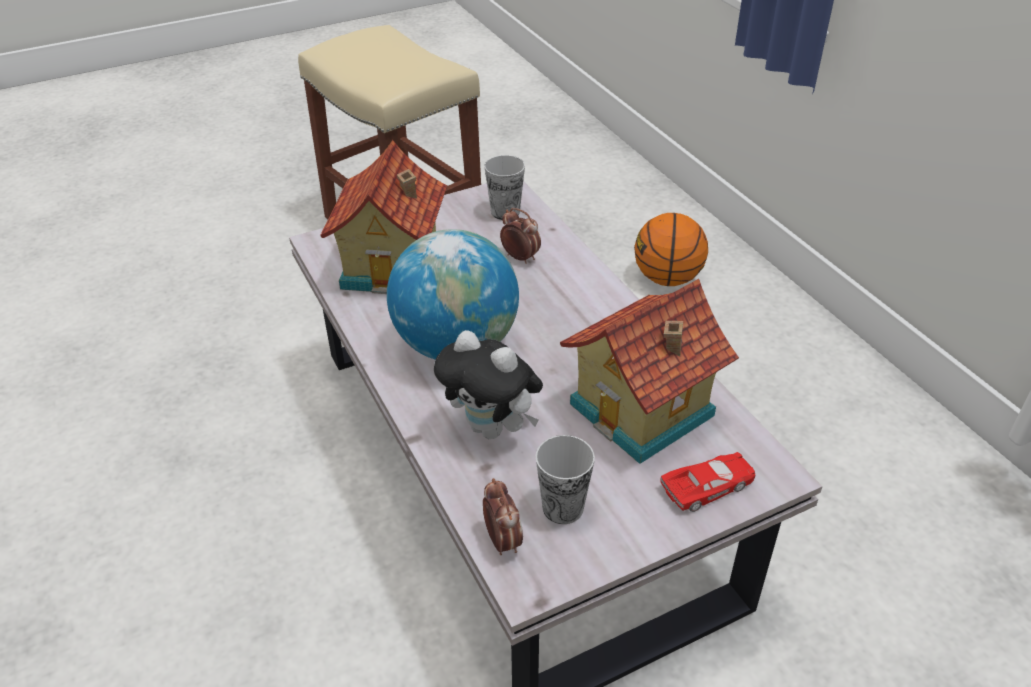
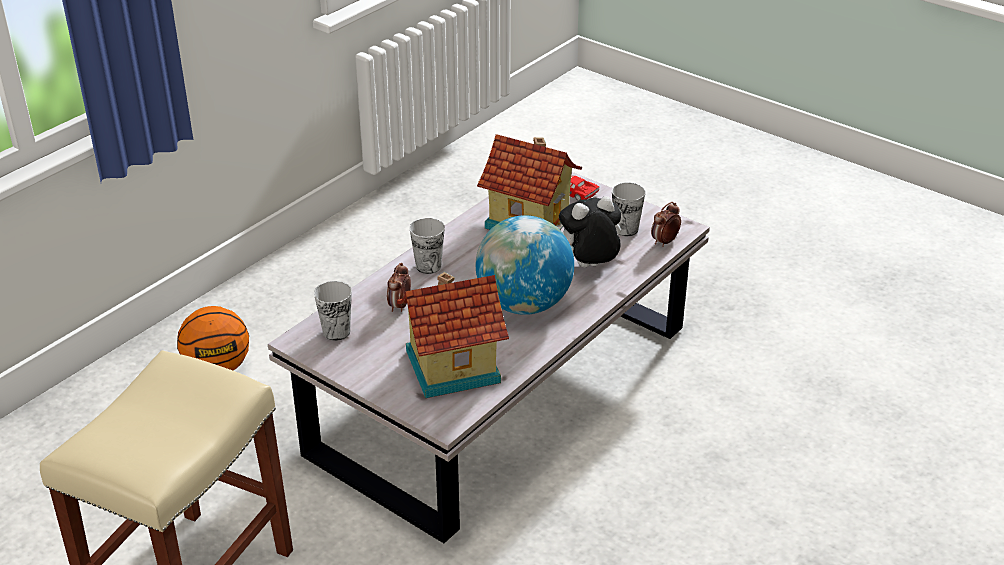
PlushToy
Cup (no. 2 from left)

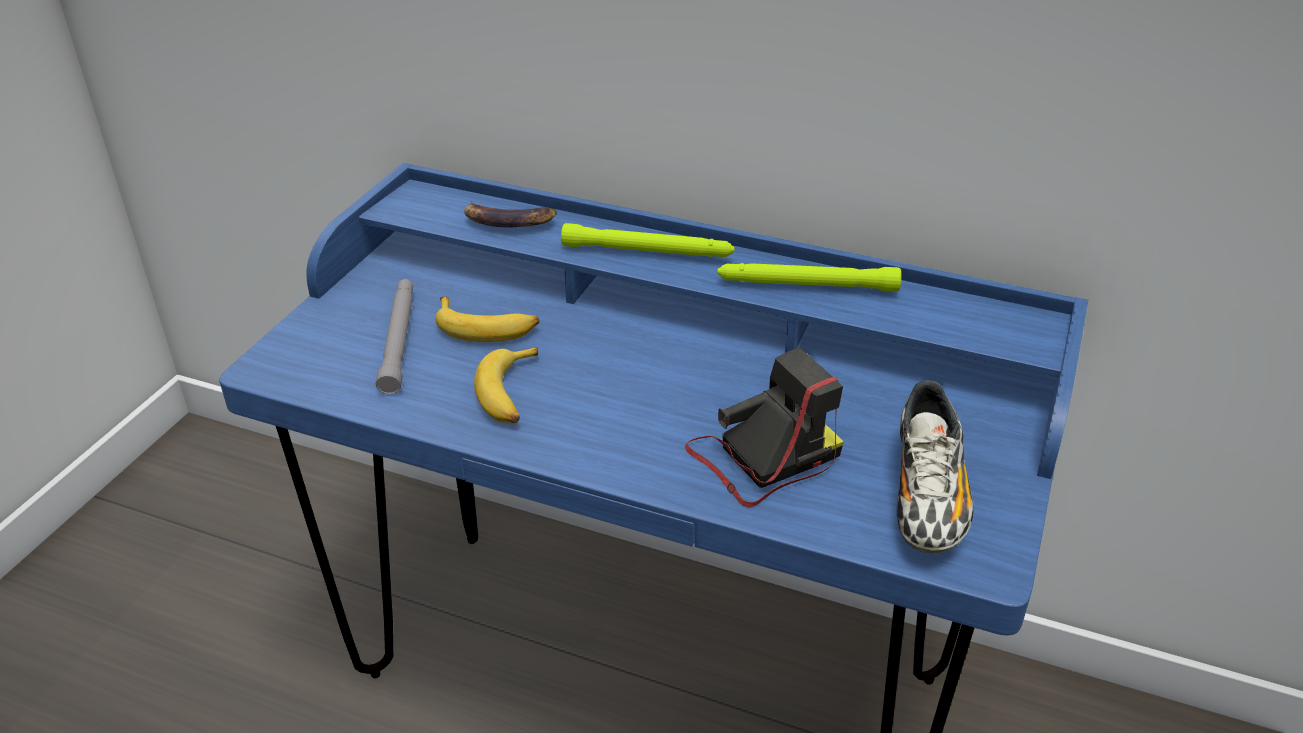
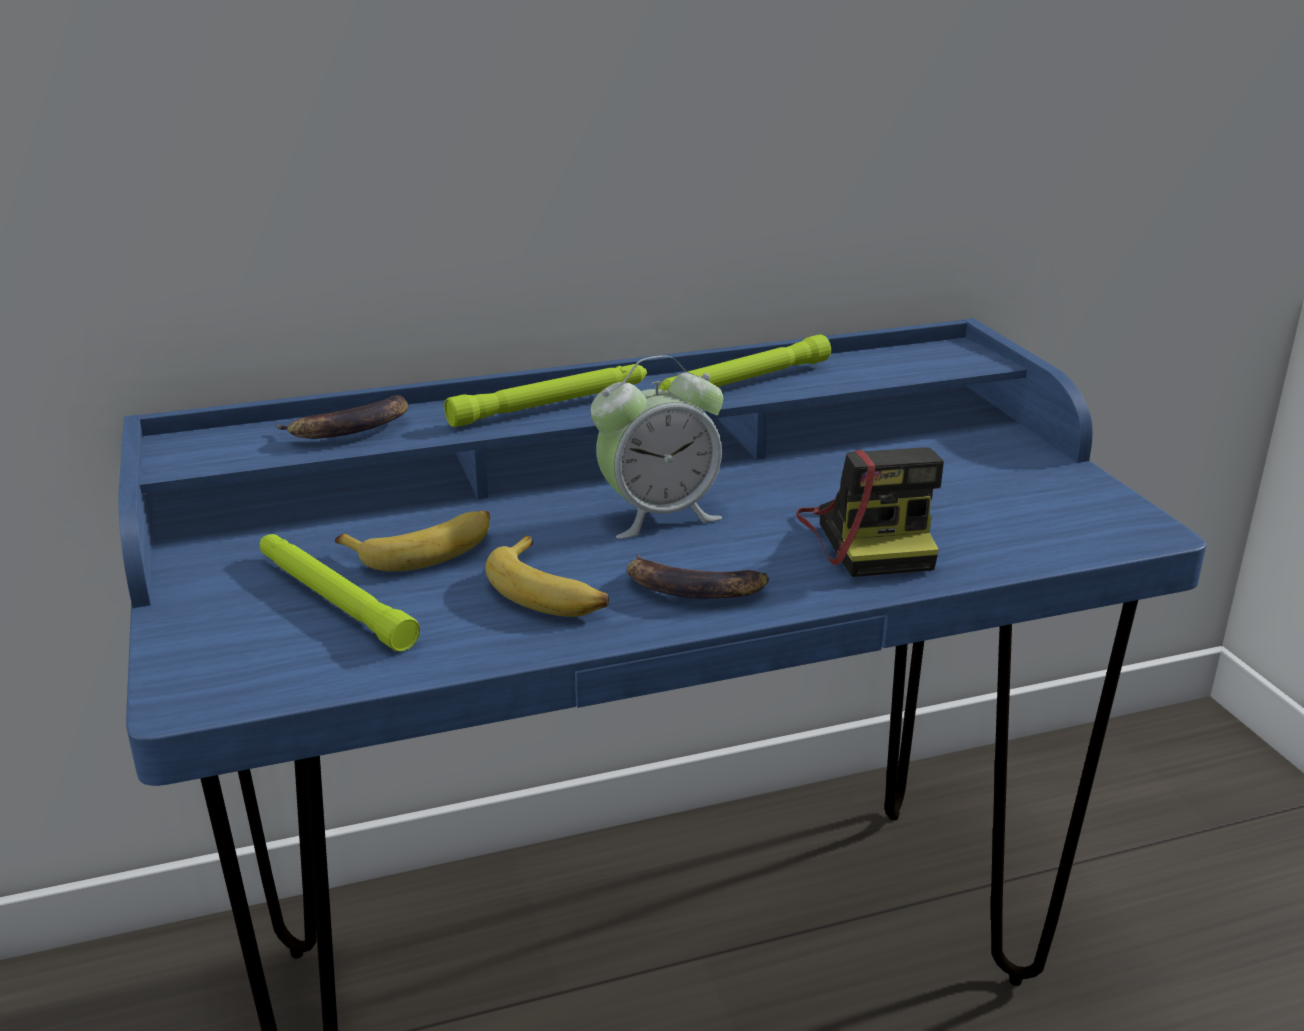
GreenFlashlight (no. 1 from left)
PhotoCamera
Shoe
AlarmClock
Banana (no. 4 from left)

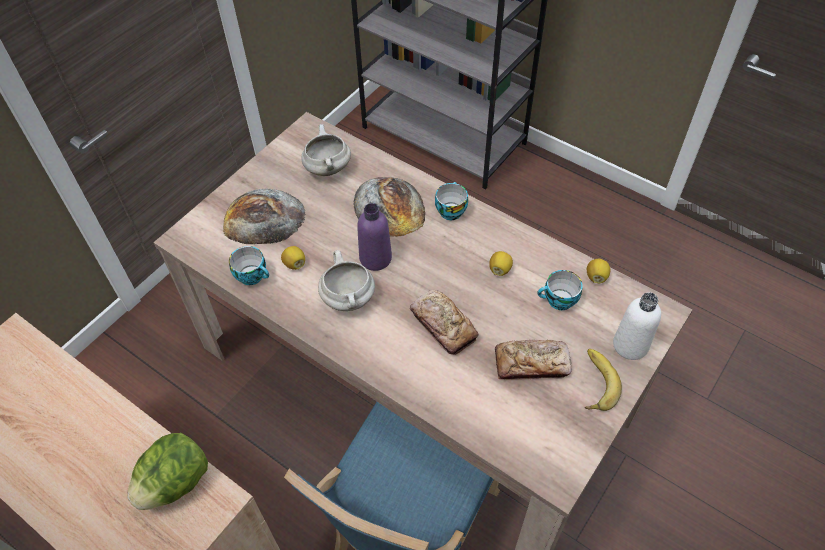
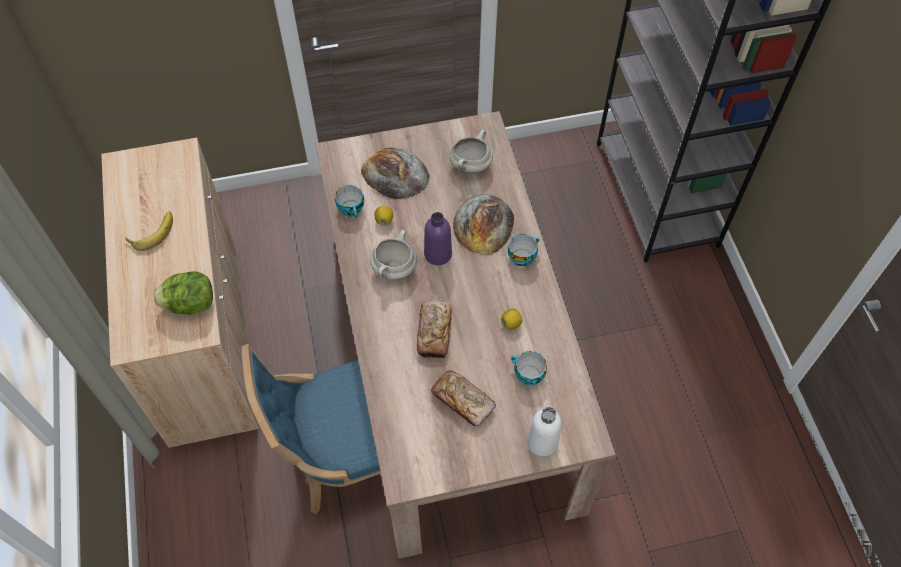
Banana
Lemon (no. 3 from left in the first image)

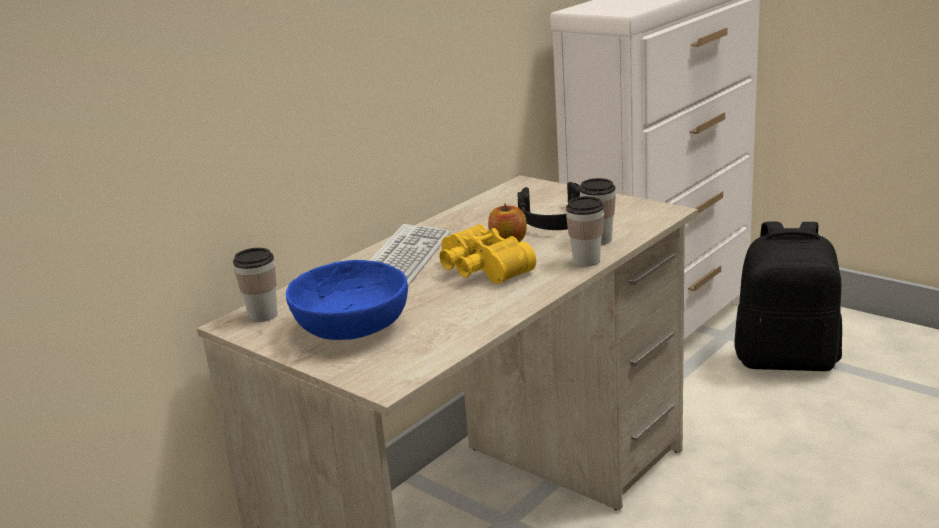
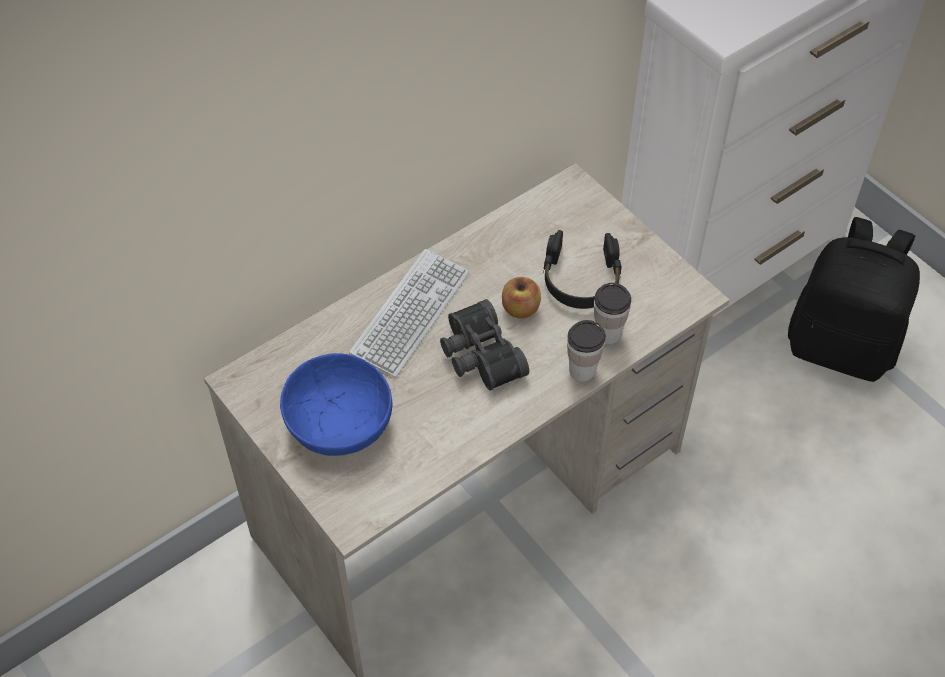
Cup (no. 1 from left in the first image)
BlackBinoculars

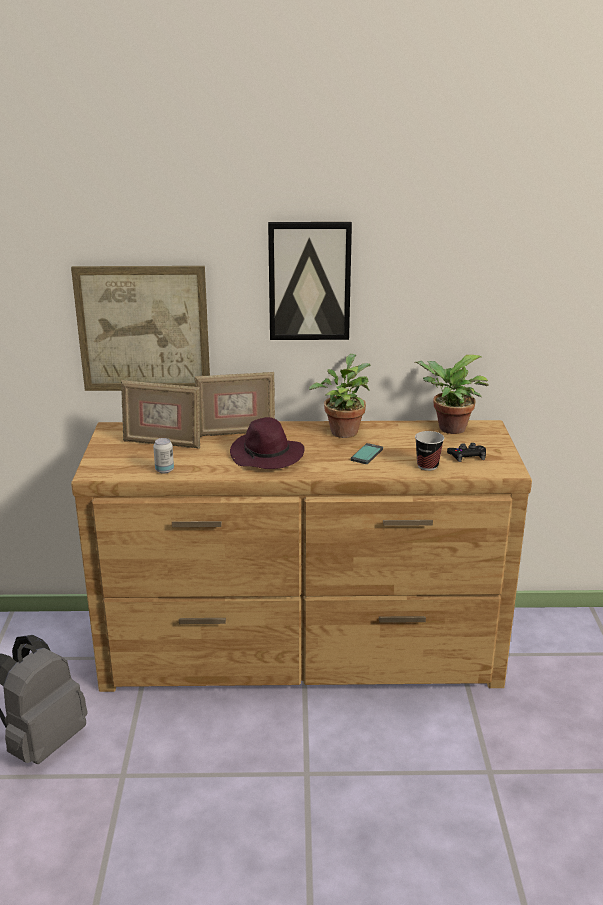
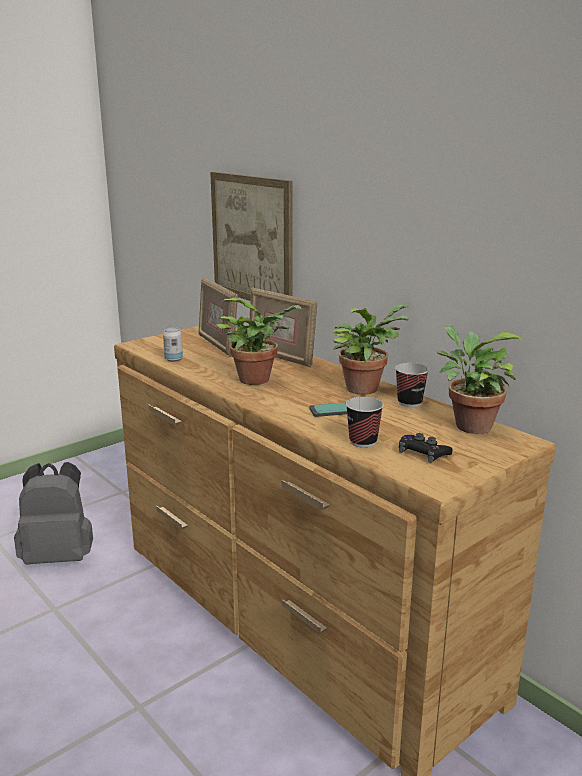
PottedPlant (no. 1 from left)
Picture (no. 2 from left in the first image)
Cup (no. 2 from left)

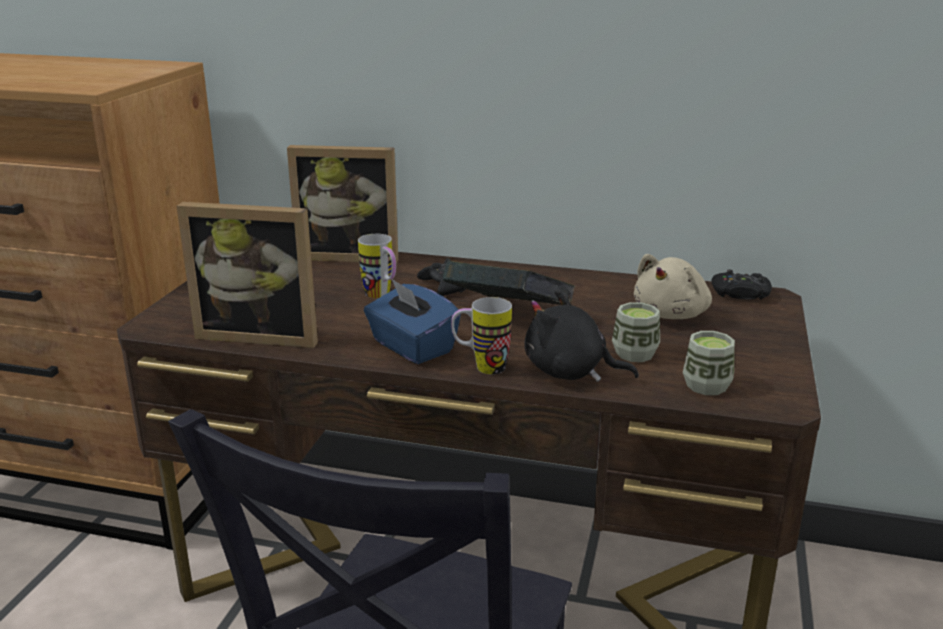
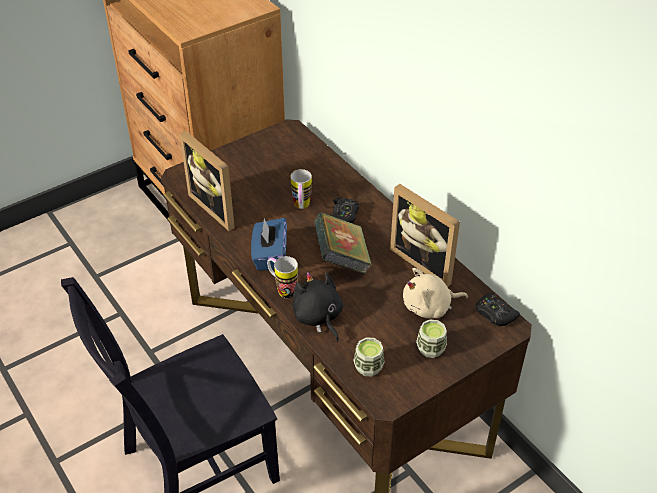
PictureFrame (no. 2 from left)
Cup (no. 2 from left)

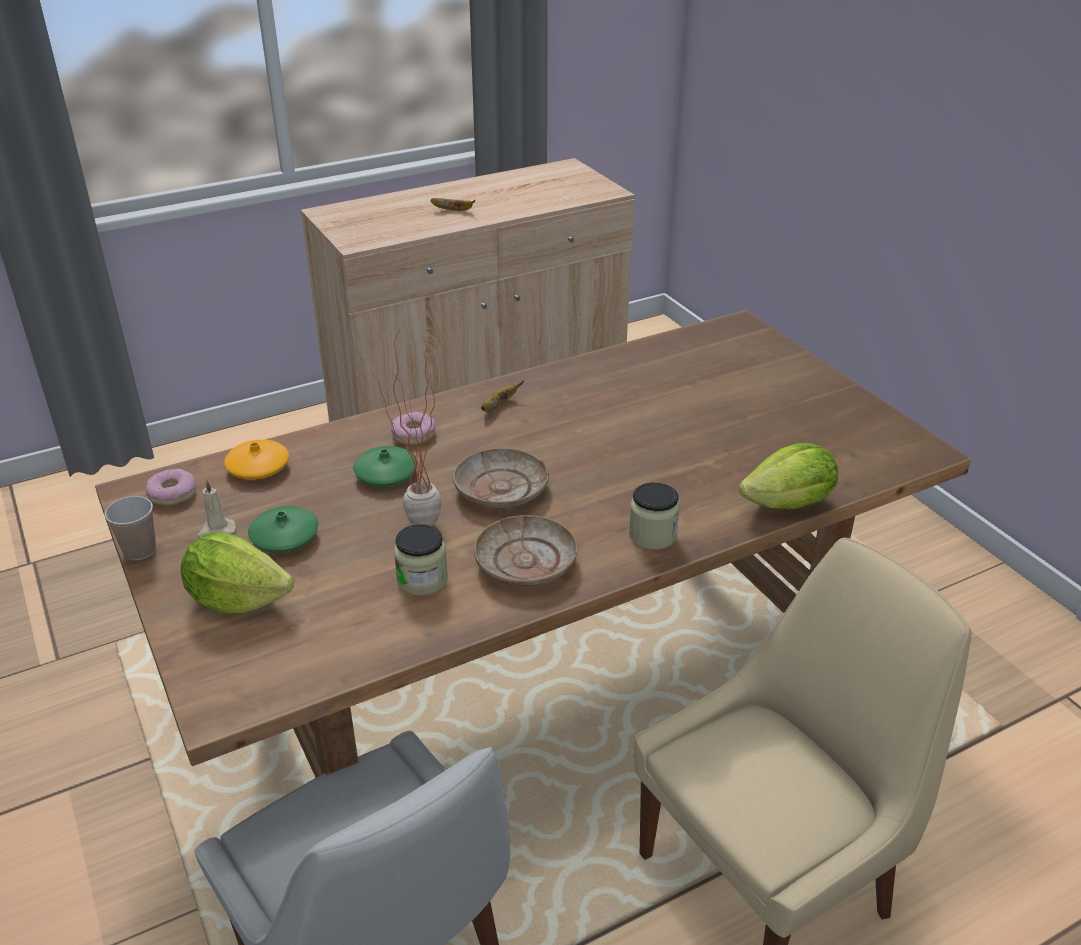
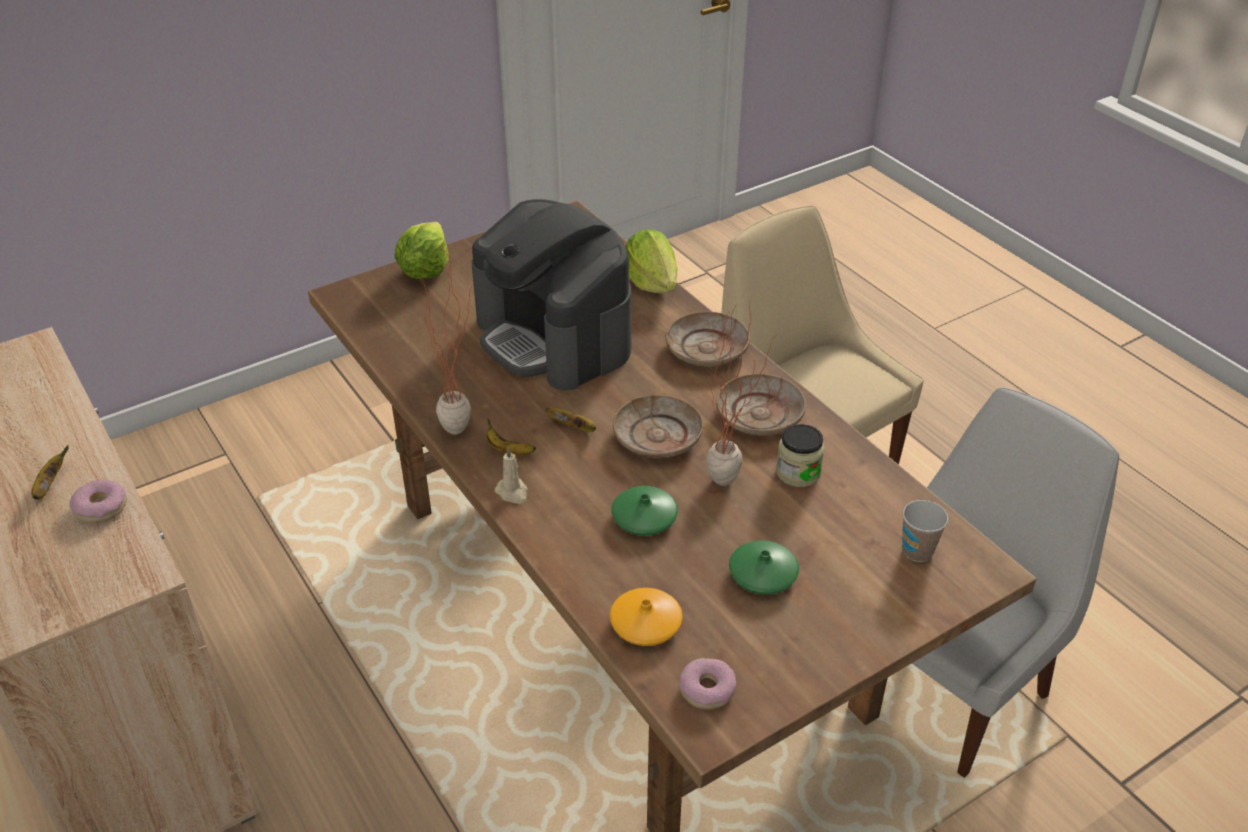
Cup
Lettuce (no. 1 from left)
BeigeCandle
Donut (no. 1 from left)
BeigePlate (no. 2 from left)
PottedPlant (no. 1 from left)
CoffeeMachine
Banana (no. 3 from left)

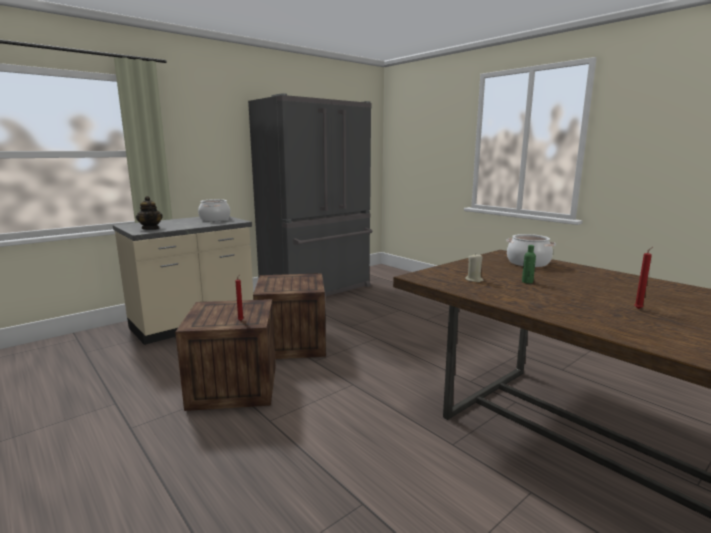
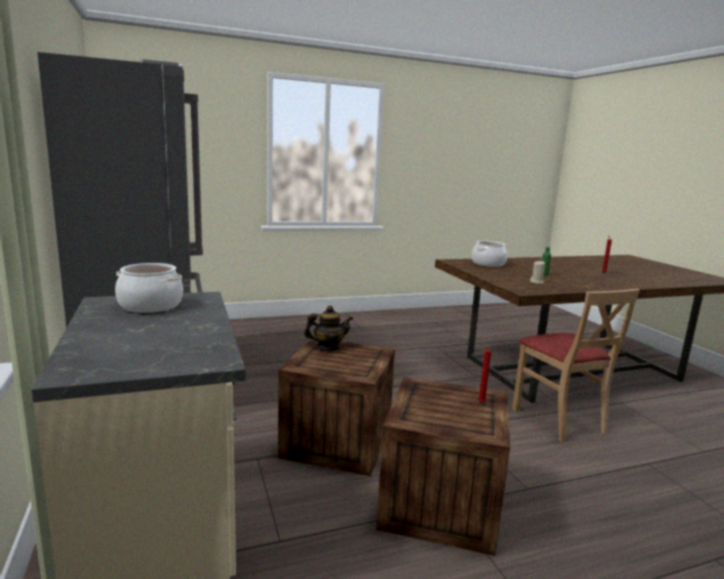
Teapot
BeigeChair

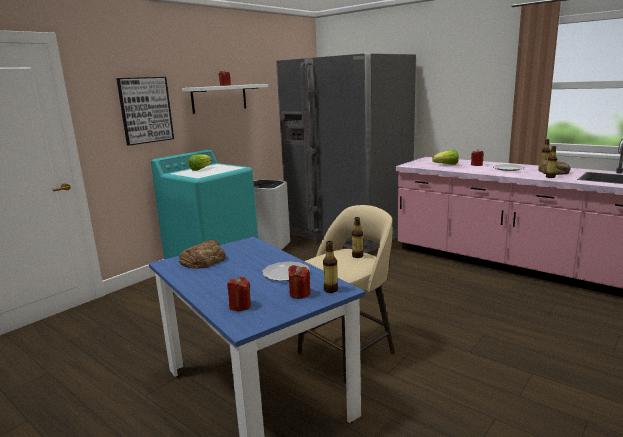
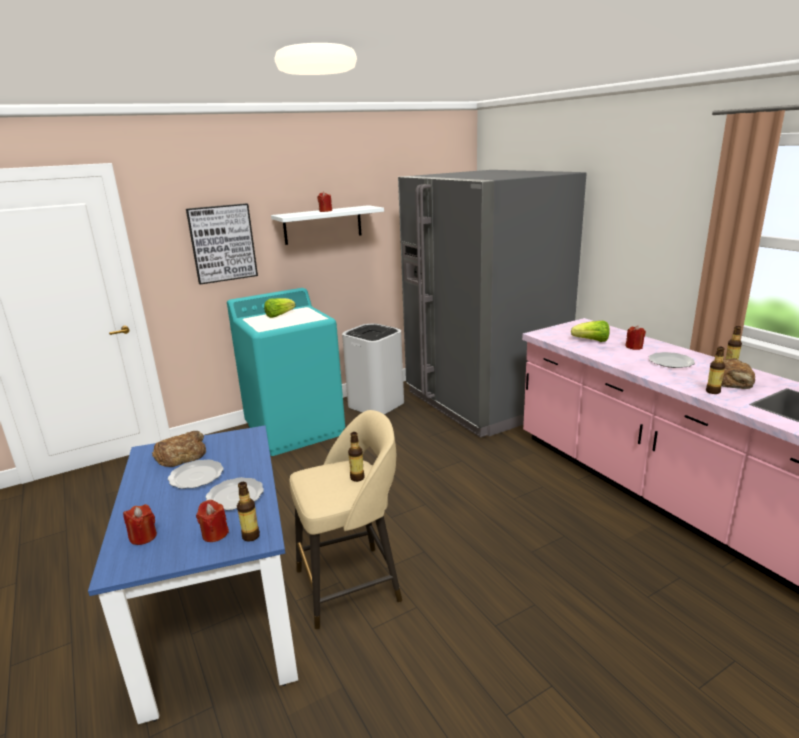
Plate (no. 1 from left)

